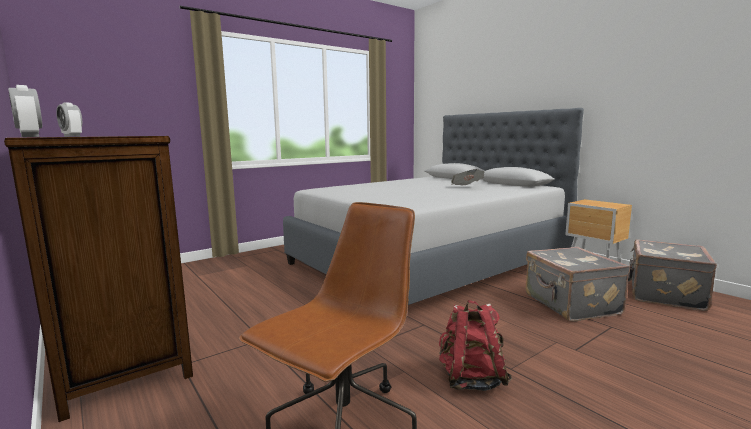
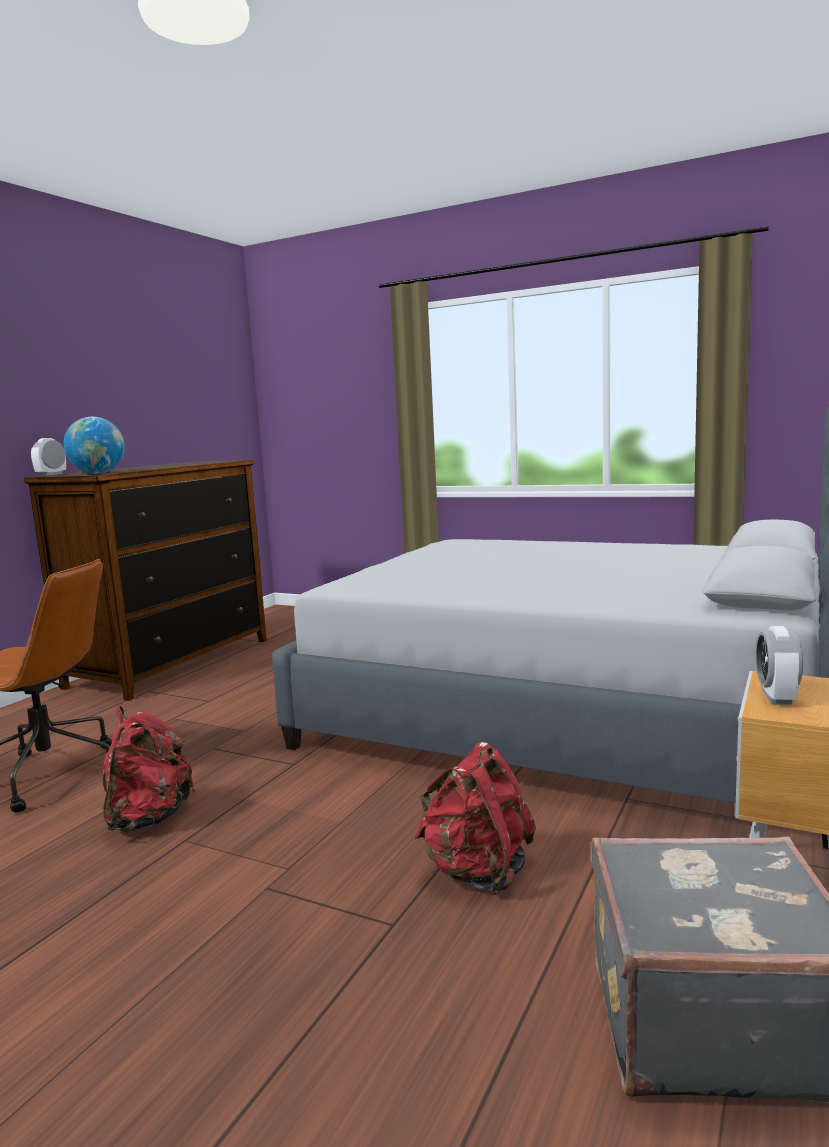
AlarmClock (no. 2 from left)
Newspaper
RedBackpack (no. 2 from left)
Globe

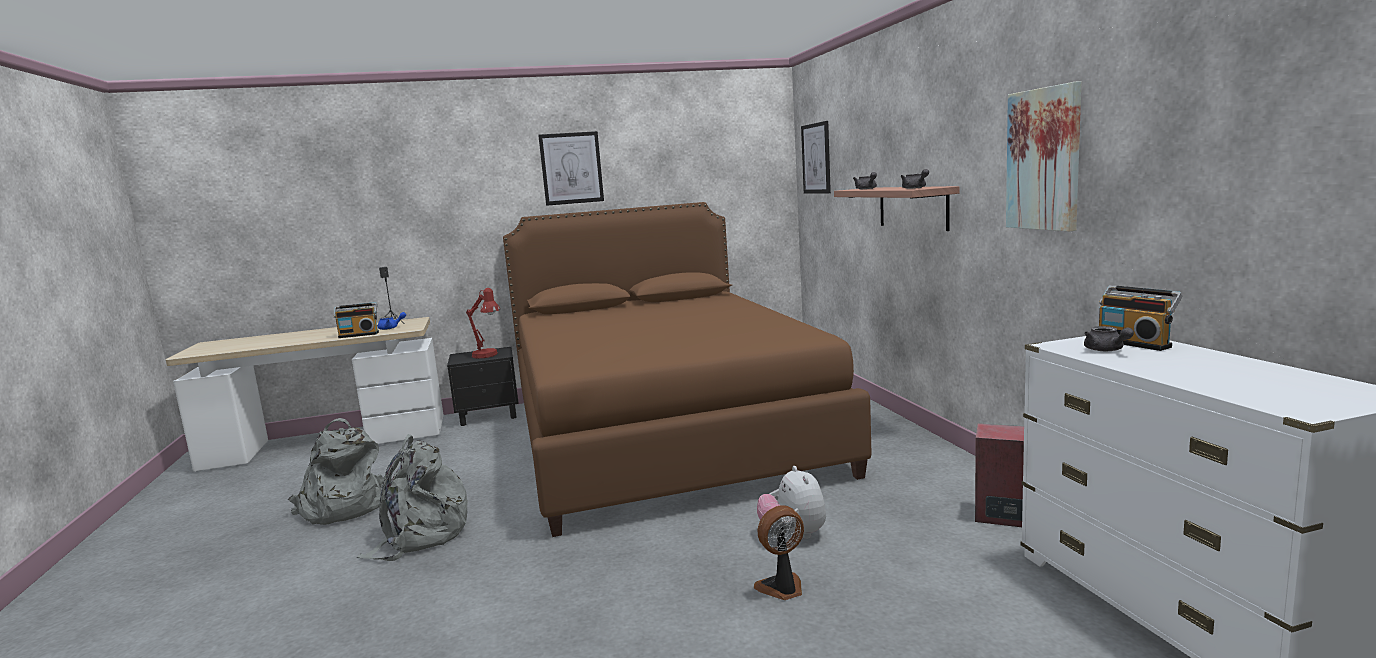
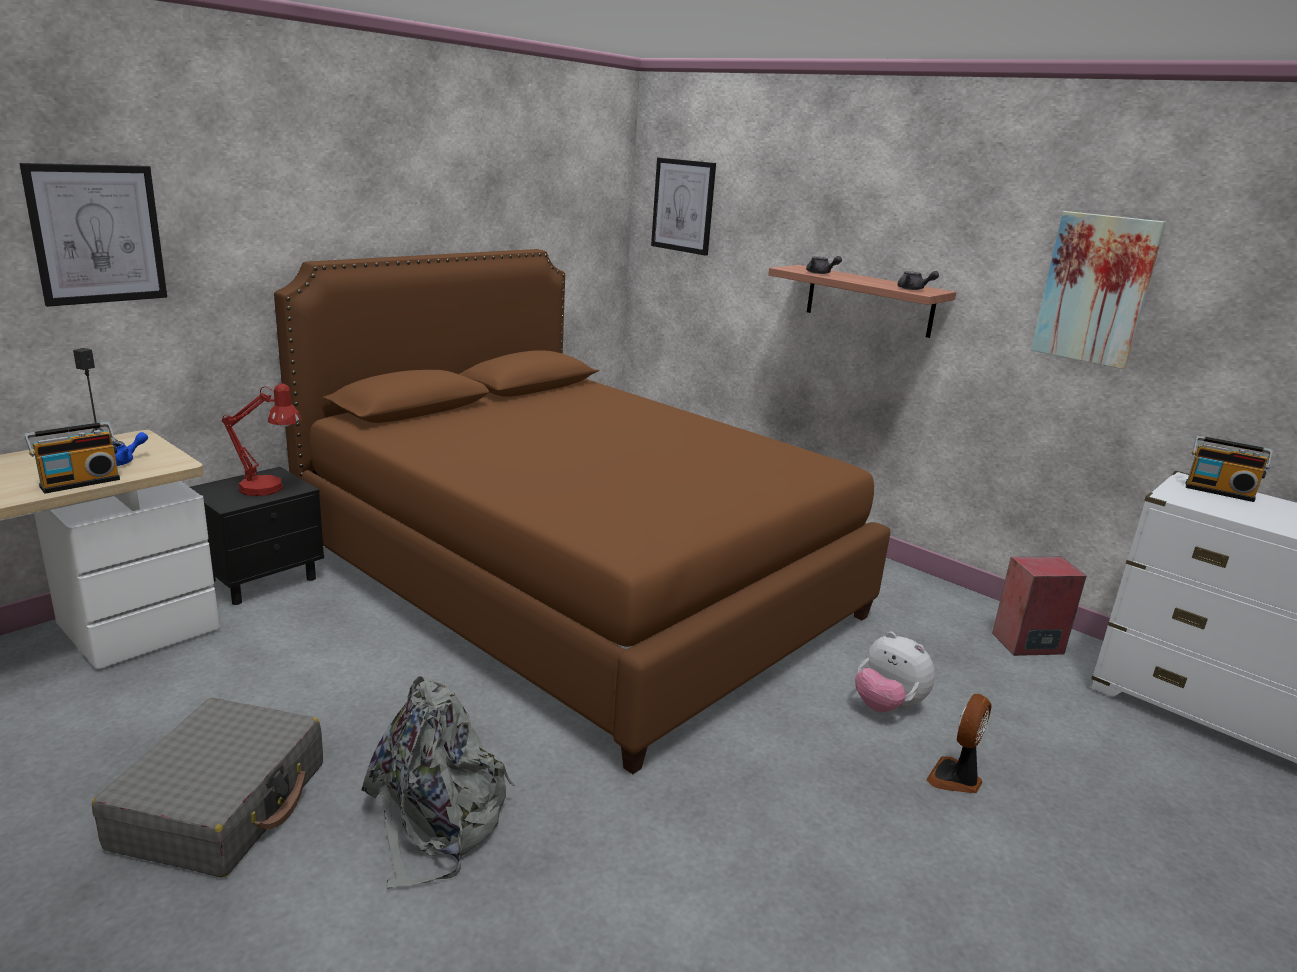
GreySuitcase
Picture (no. 1 from left)
GreyTeapot (no. 3 from left in the first image)

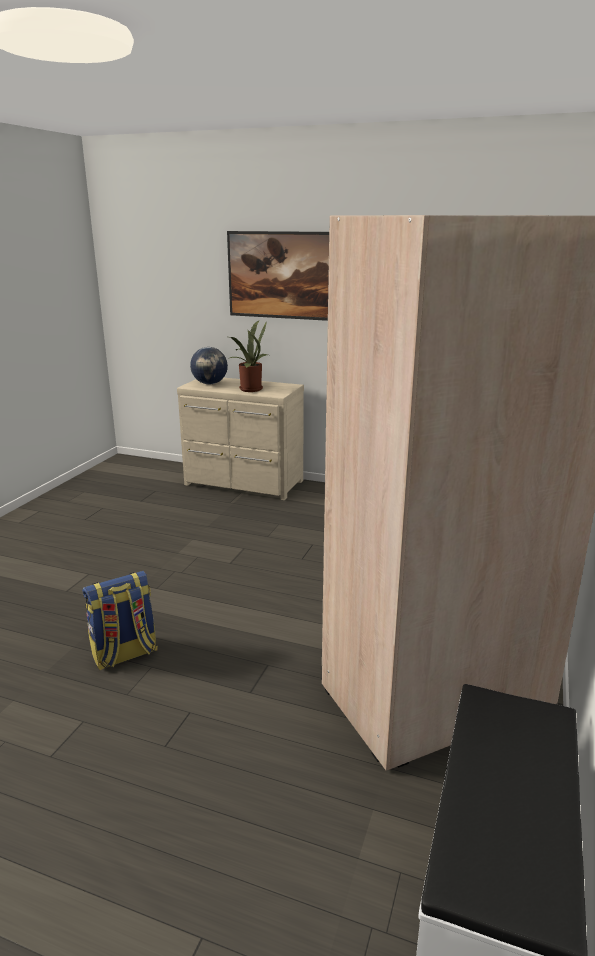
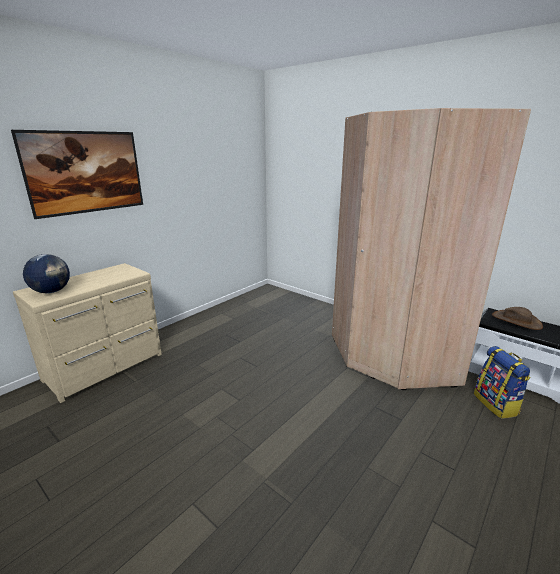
Backpack
PottedPlant
BrownHat

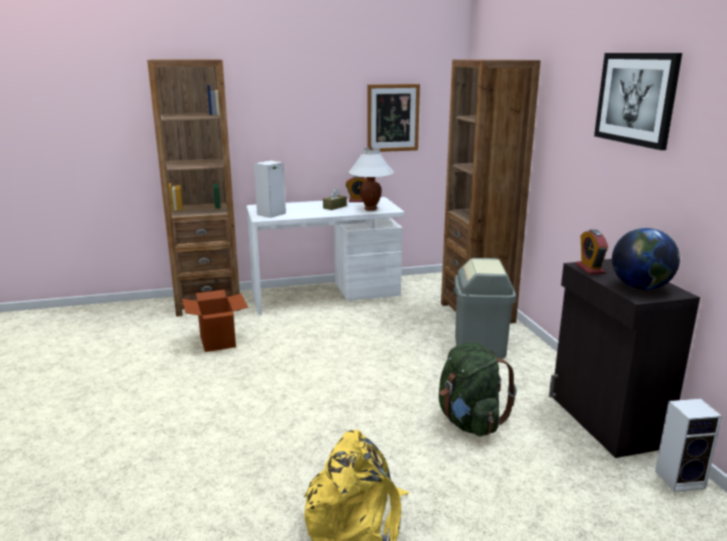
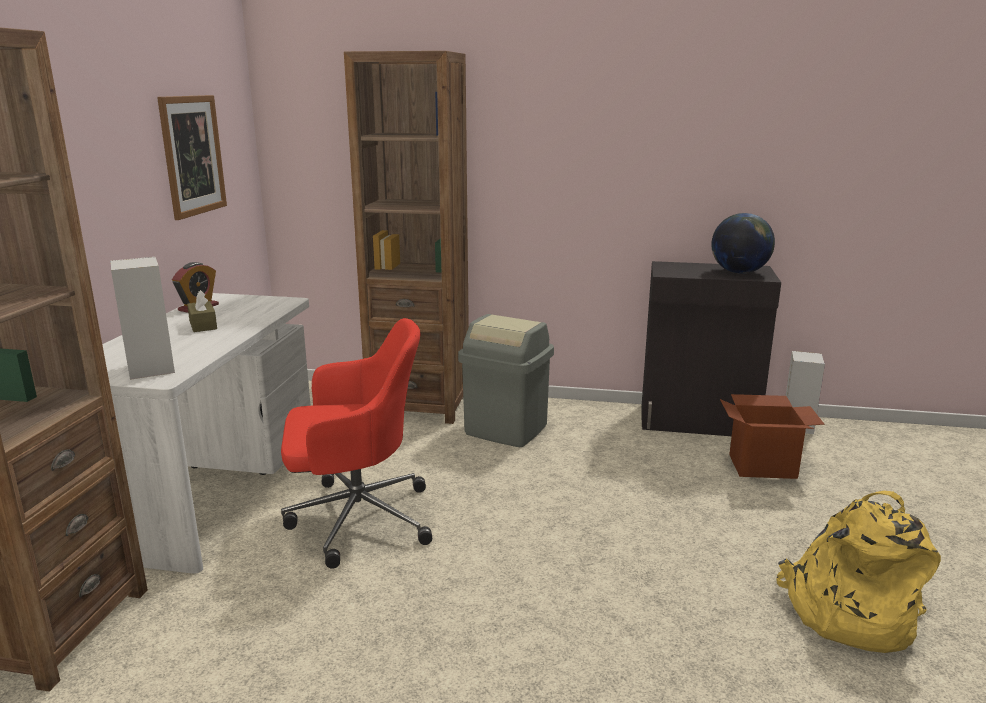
CardboardBox
WhiteTableLamp
GreenBackpack
AlarmClock (no. 2 from left in the first image)
Picture (no. 2 from left in the first image)
RedOfficeChair

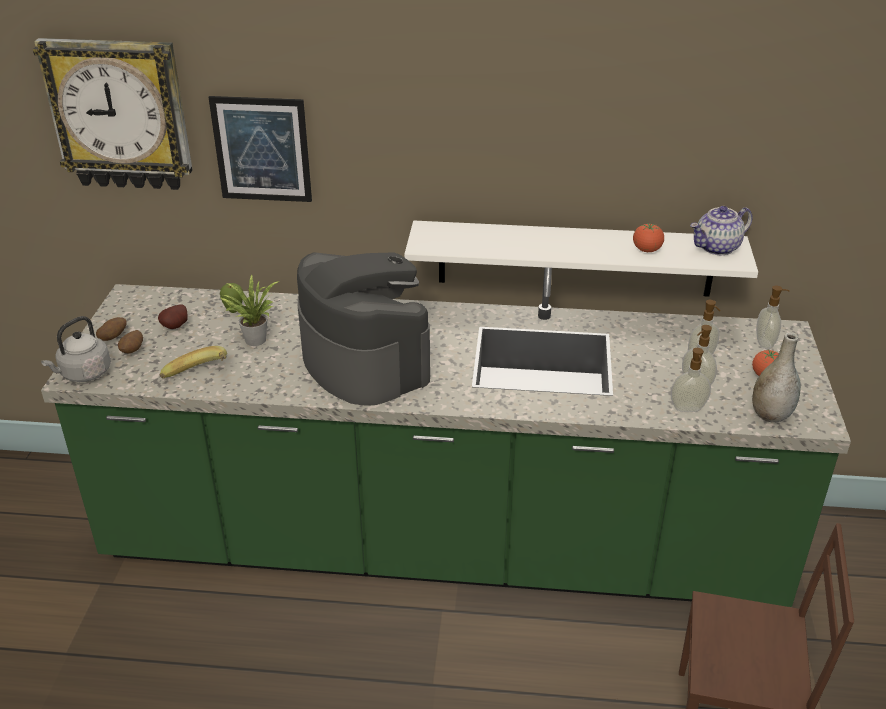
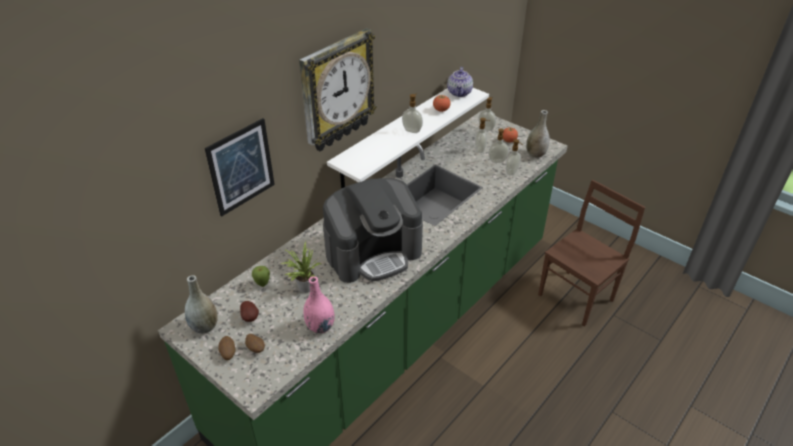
WallClock
GreyKettle
PinkVase
CoffeeMachine
GreyVase (no. 1 from left)
SoapDispenser (no. 1 from left)

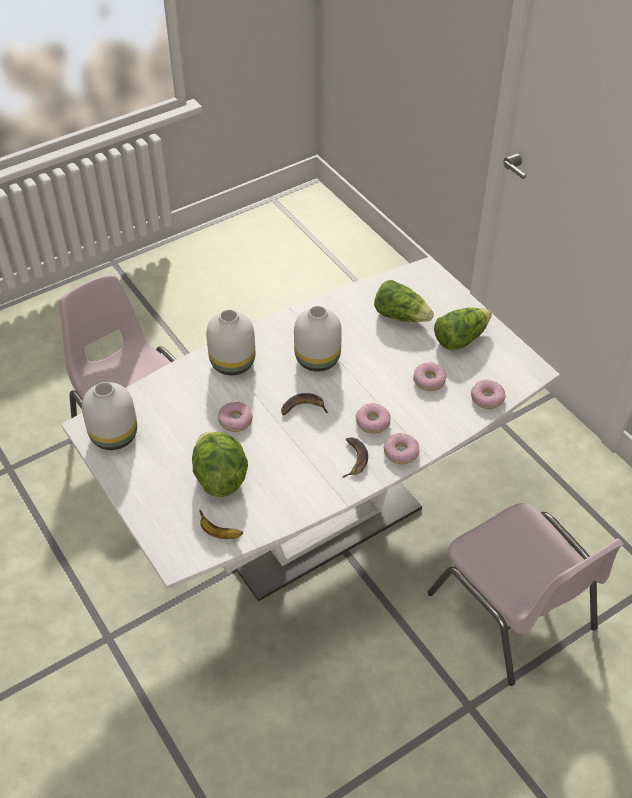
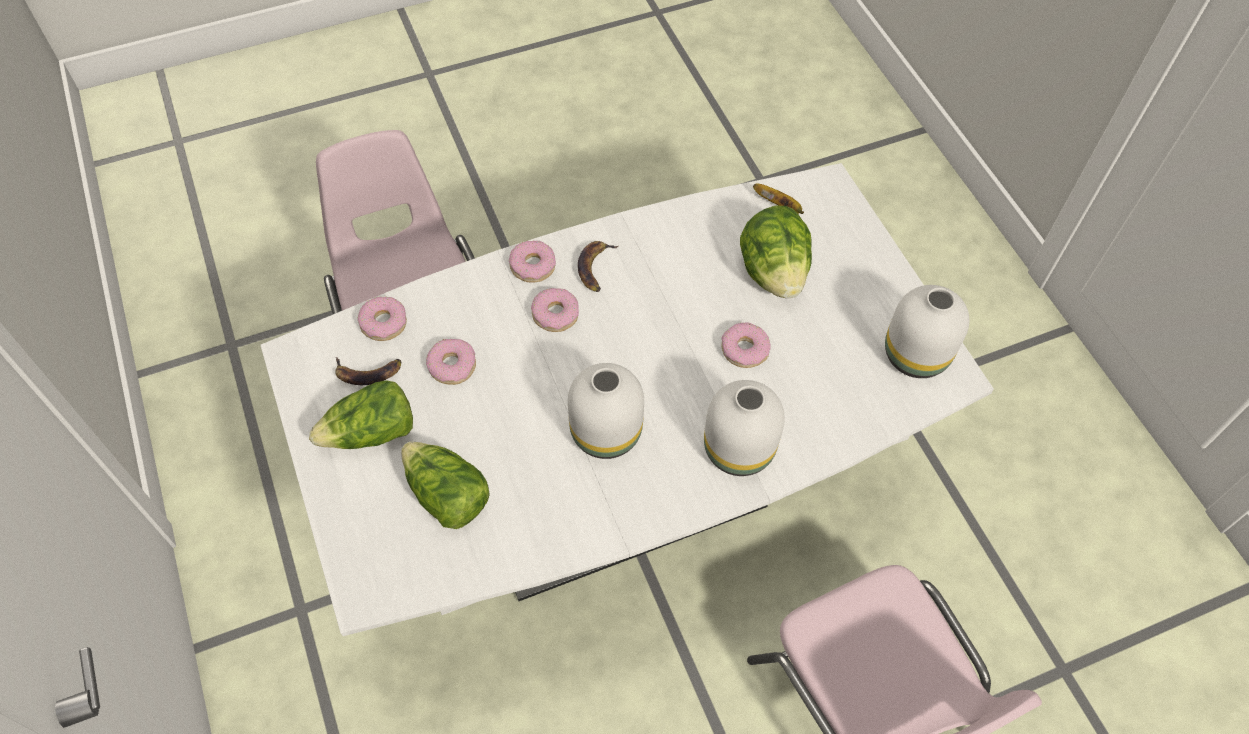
Banana (no. 1 from left)

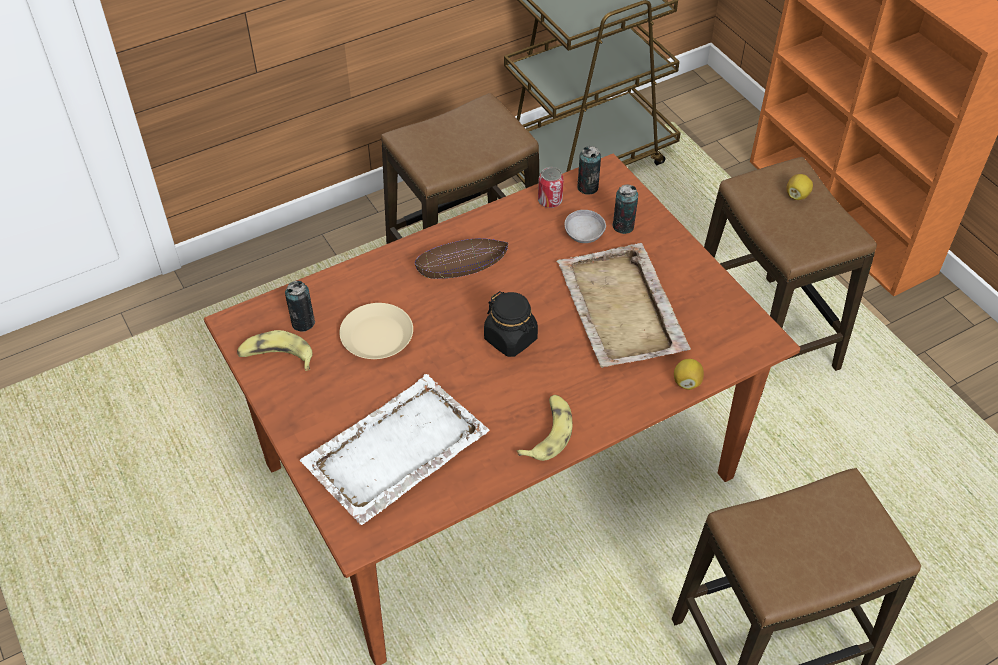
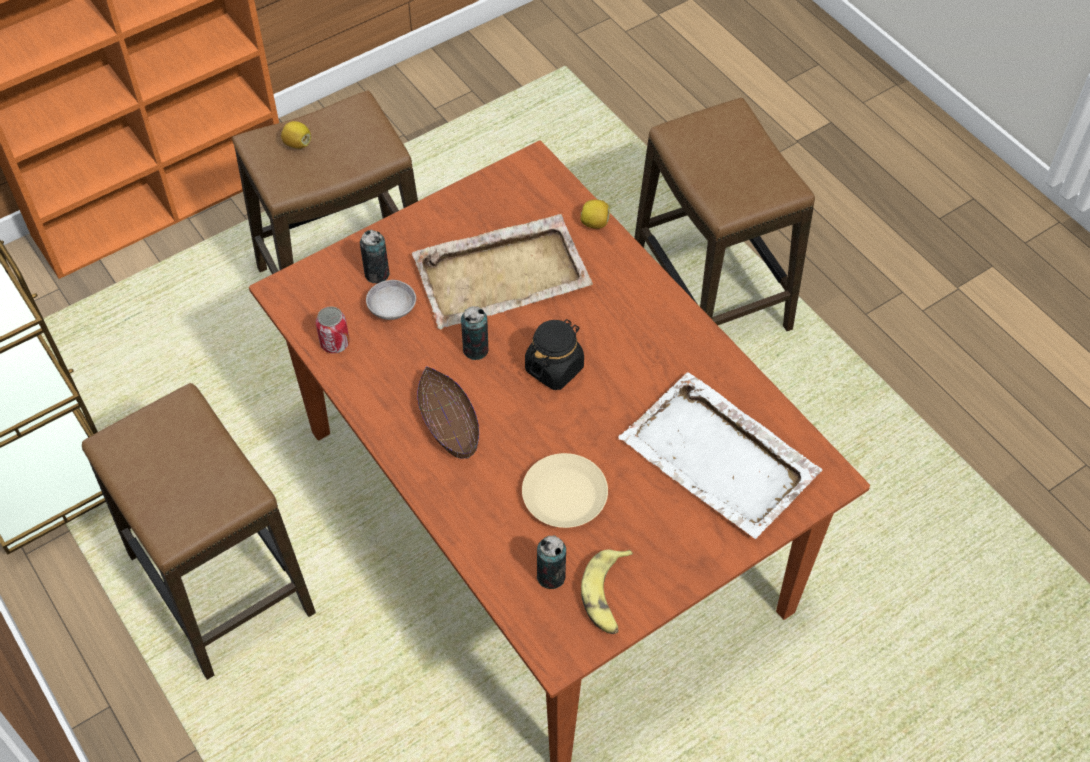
Banana (no. 2 from left in the first image)
Can (no. 3 from left)

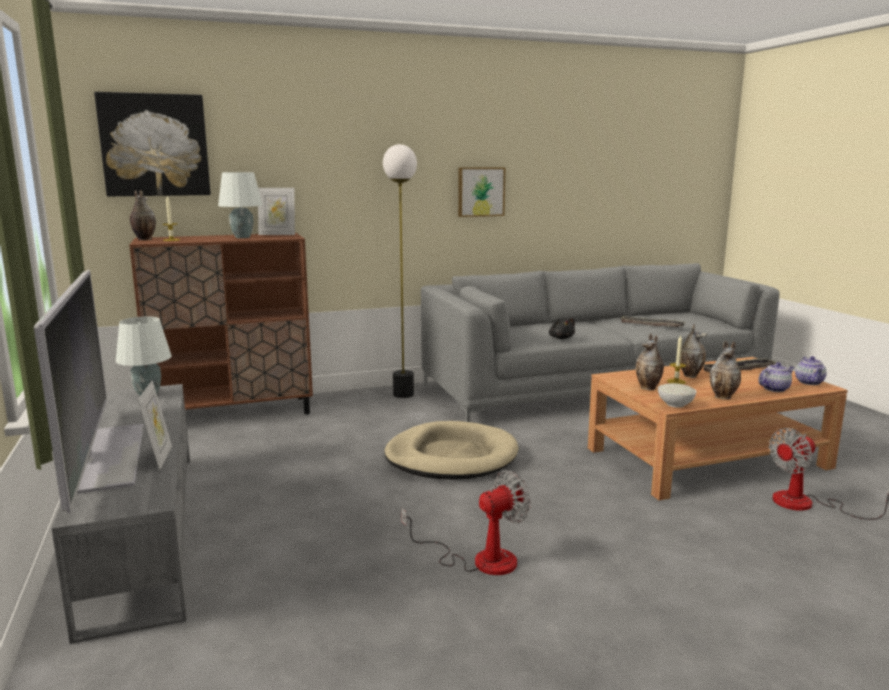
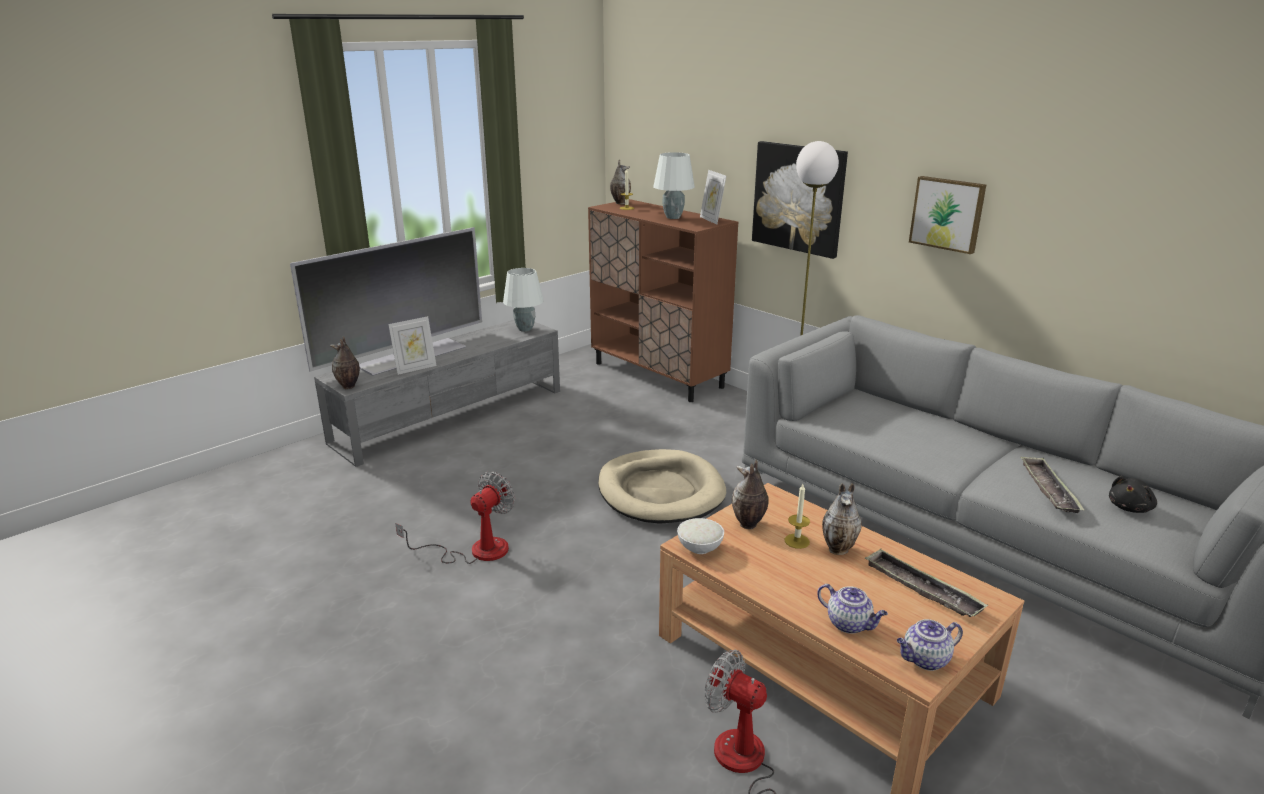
Picture (no. 1 from left)
Fan (no. 1 from left)
BlackPlushToy
Vase (no. 1 from left)

